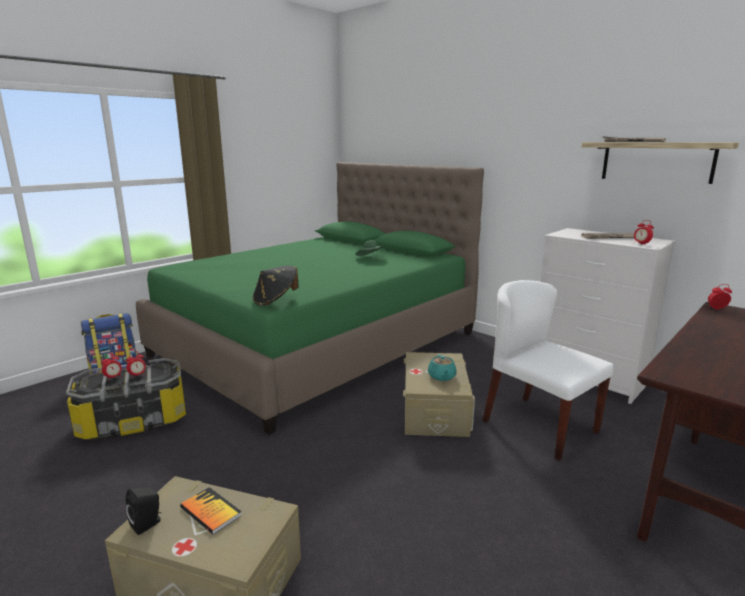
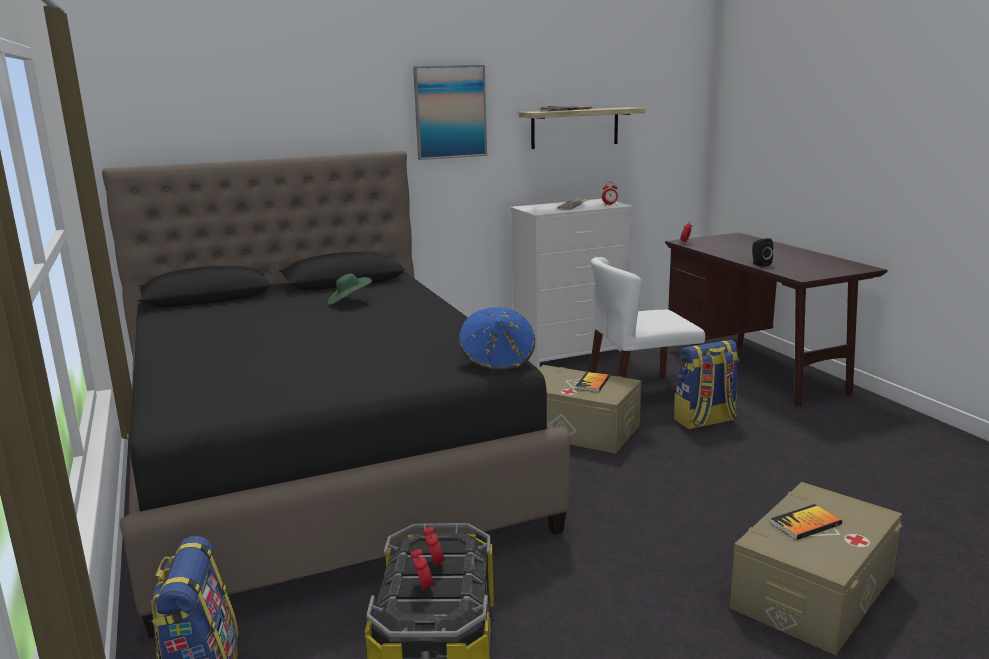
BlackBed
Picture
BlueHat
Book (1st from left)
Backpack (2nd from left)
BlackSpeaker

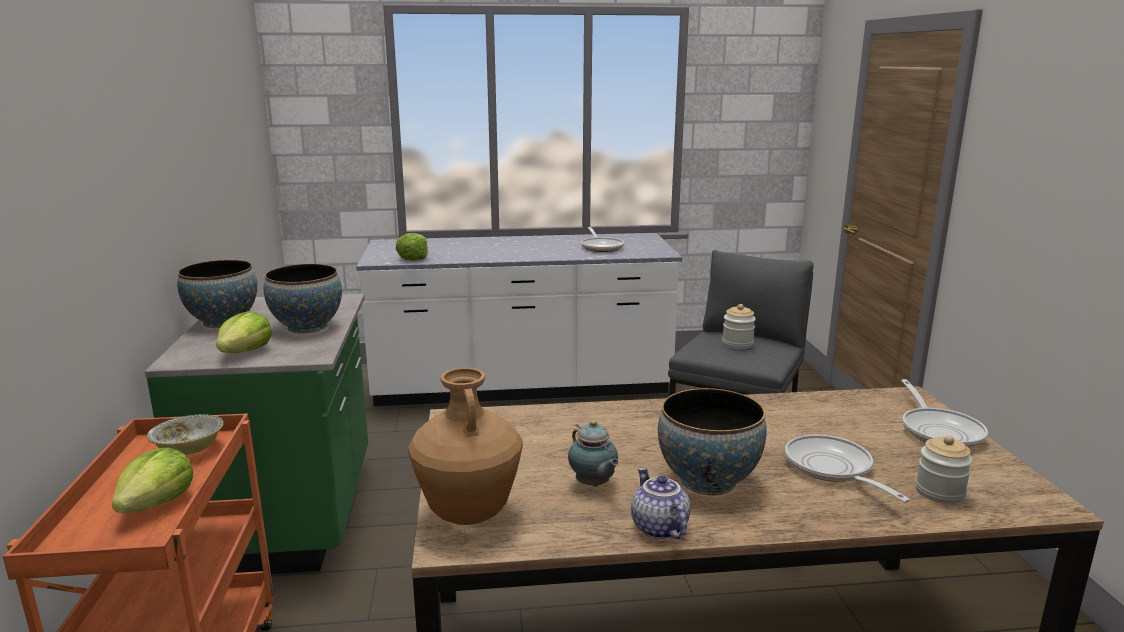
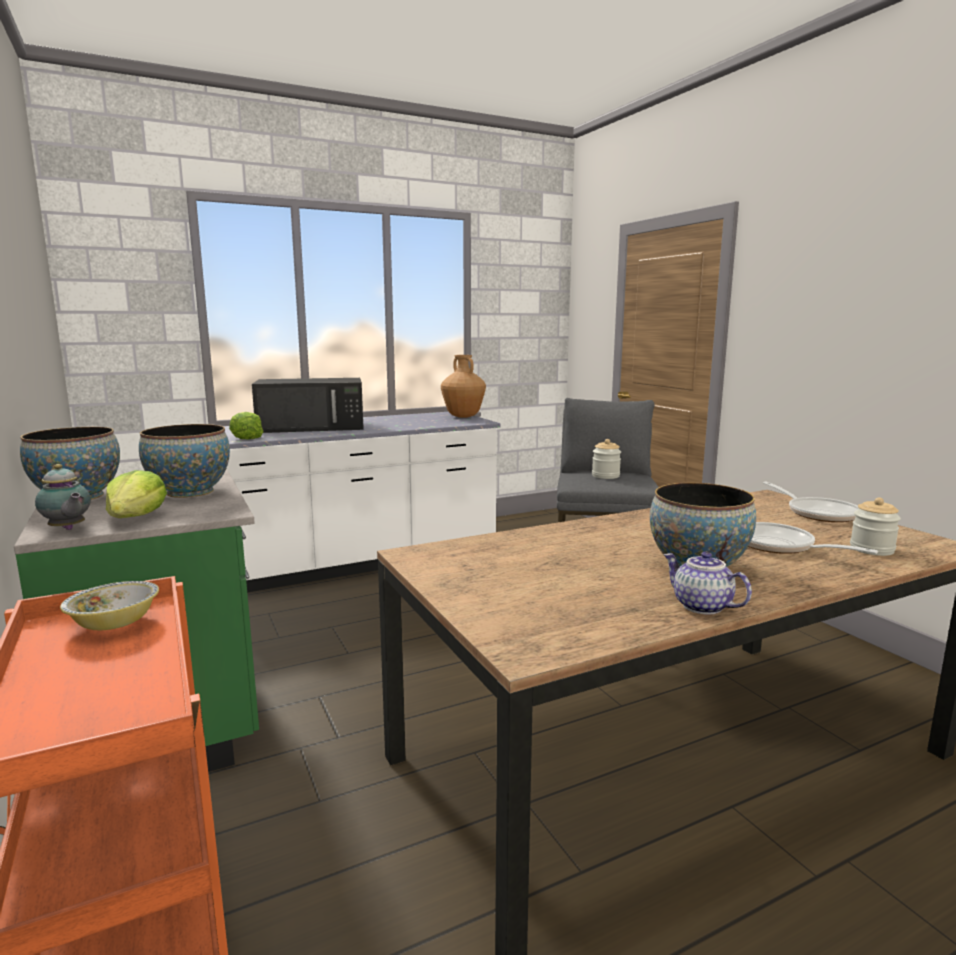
Teapot (1st from left)
BlackMicrowave
BrownVase
Lettuce (1st from left in the first image)
FryingPan (1st from left in the first image)

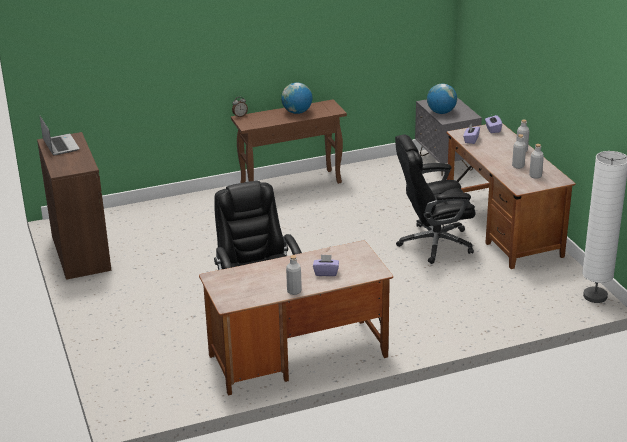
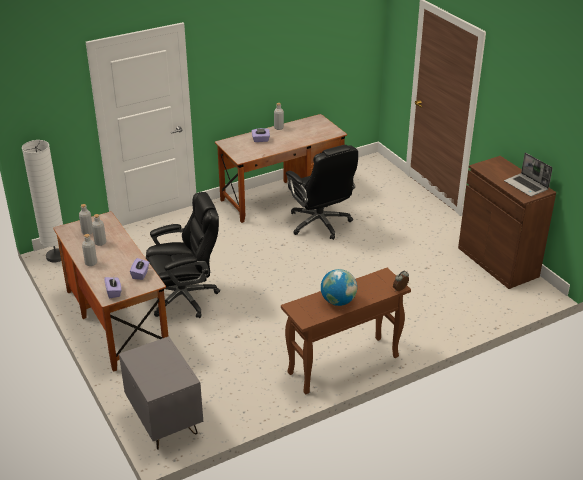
Globe (2nd from left in the first image)

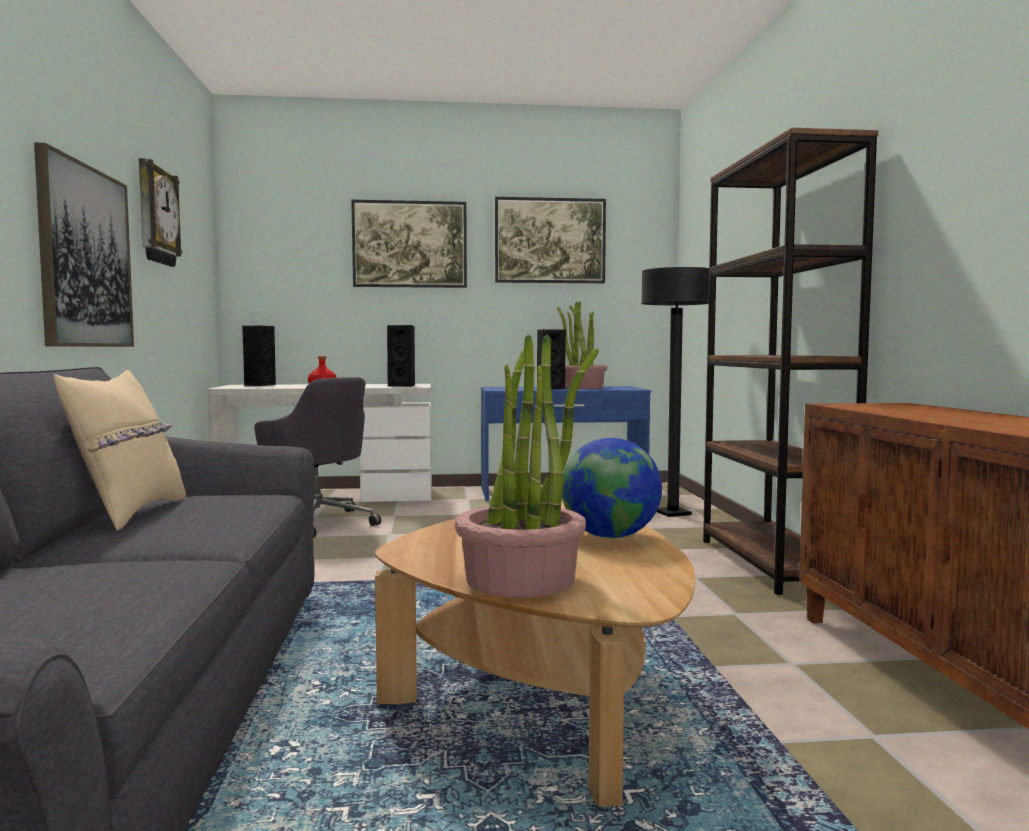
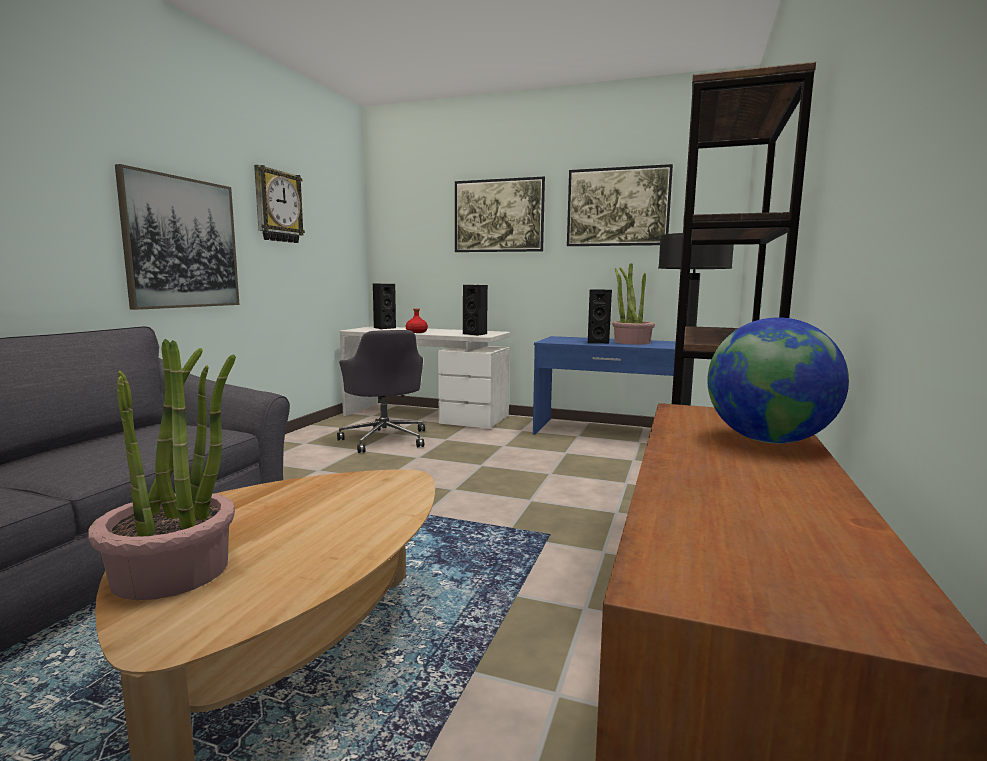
Globe
BeigePillow

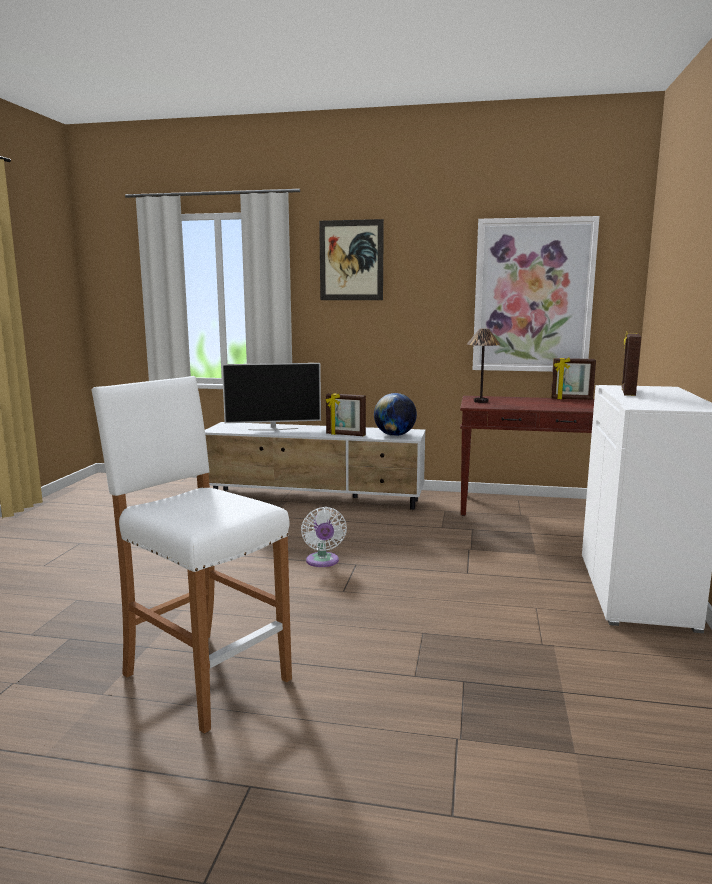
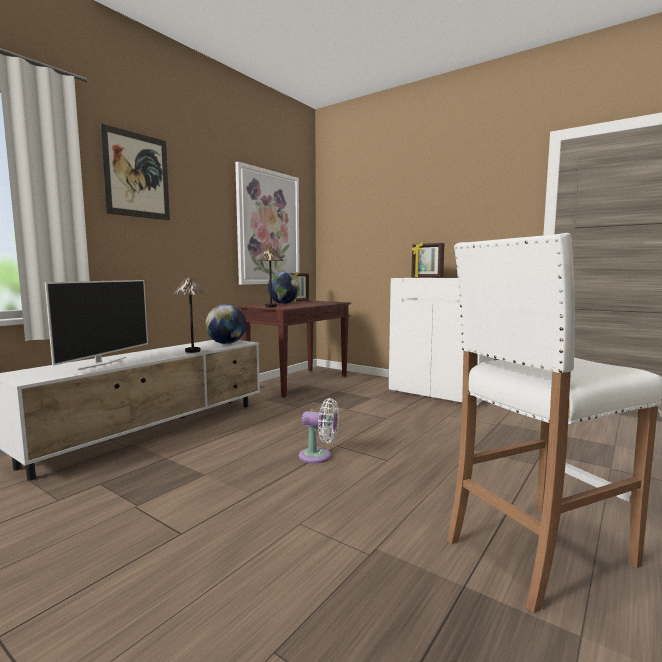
TableLamp (1st from left)
Globe (2nd from left)

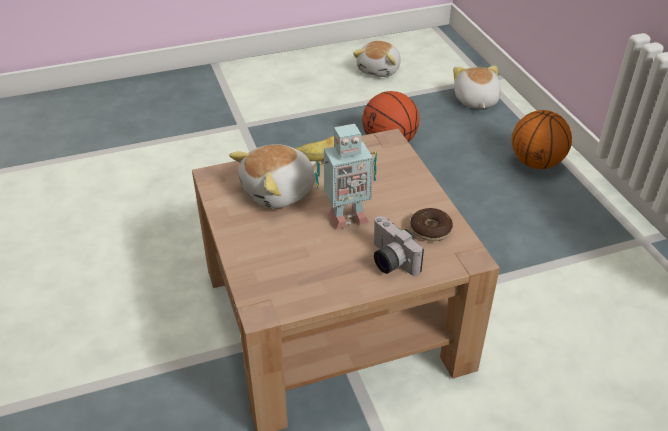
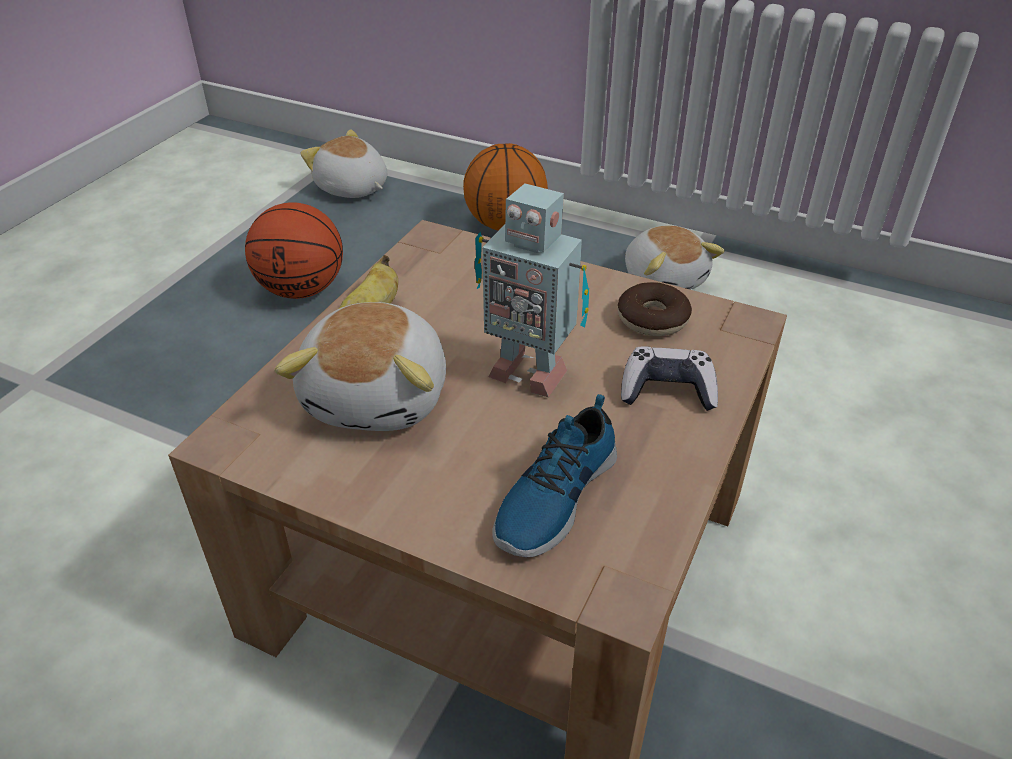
ToyRobot
Shoe
GameController
PlushToy (3rd from left)

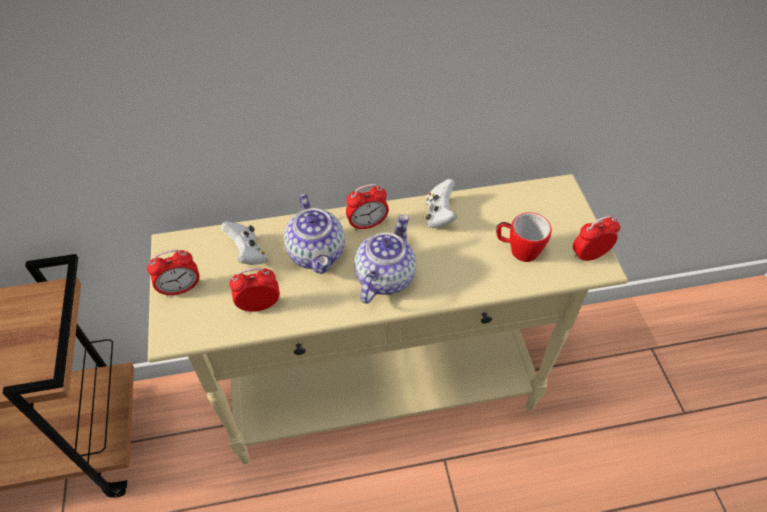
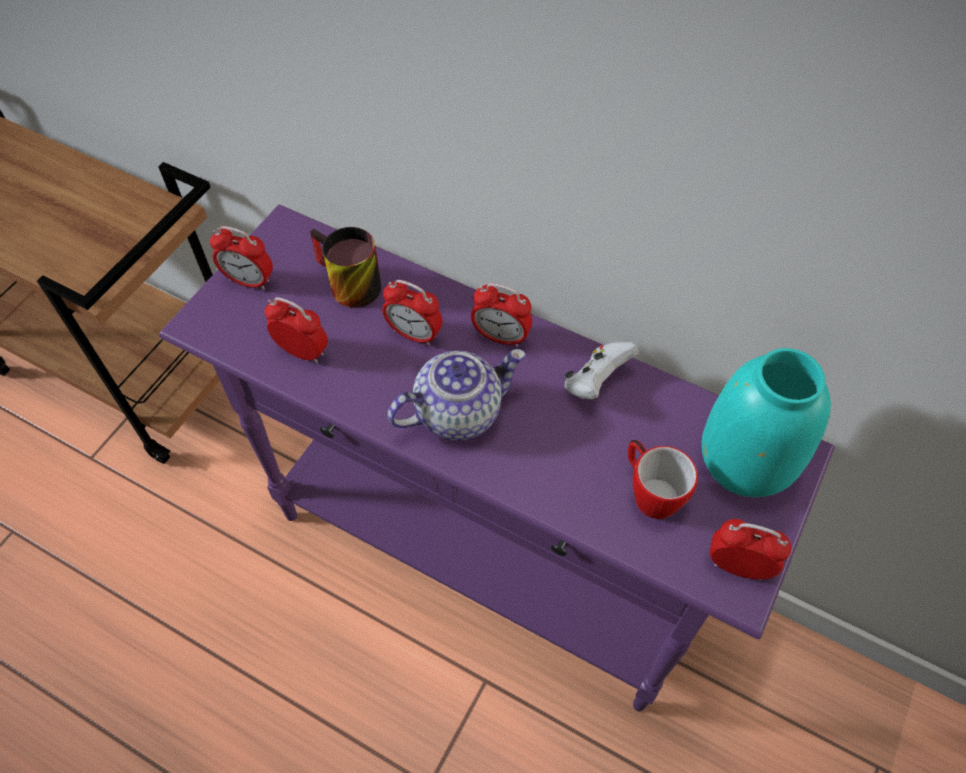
PurpleConsoleTable
Mug (1st from left)
AlarmClock (3rd from left)
TurquoiseVase

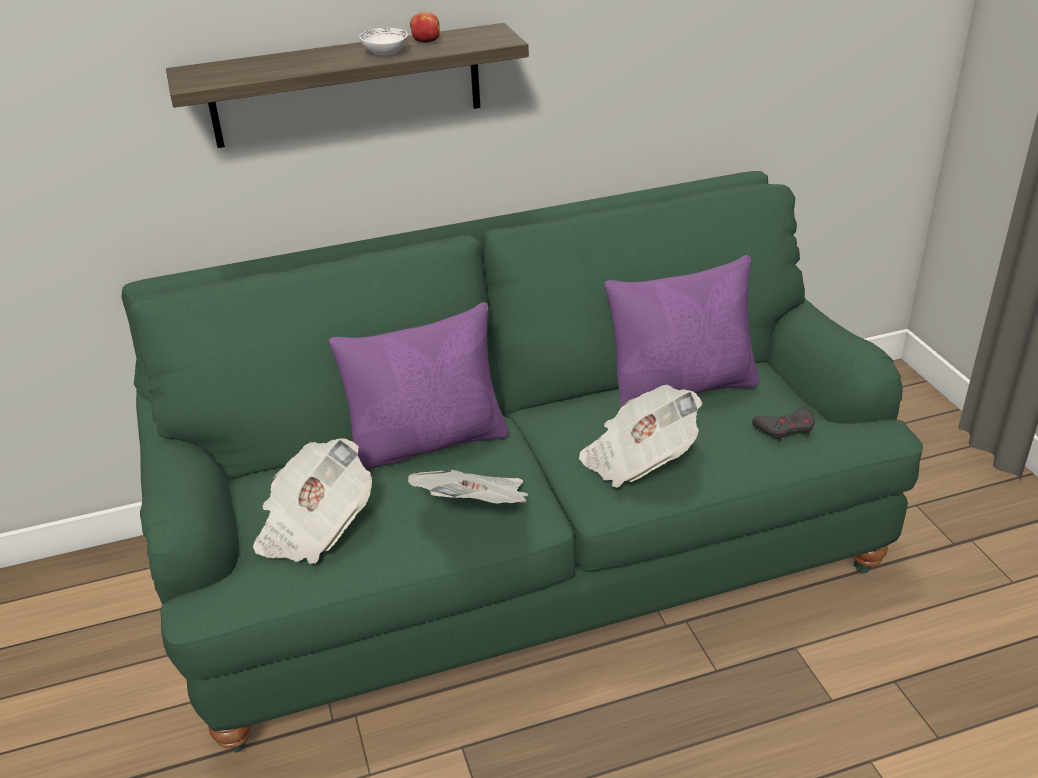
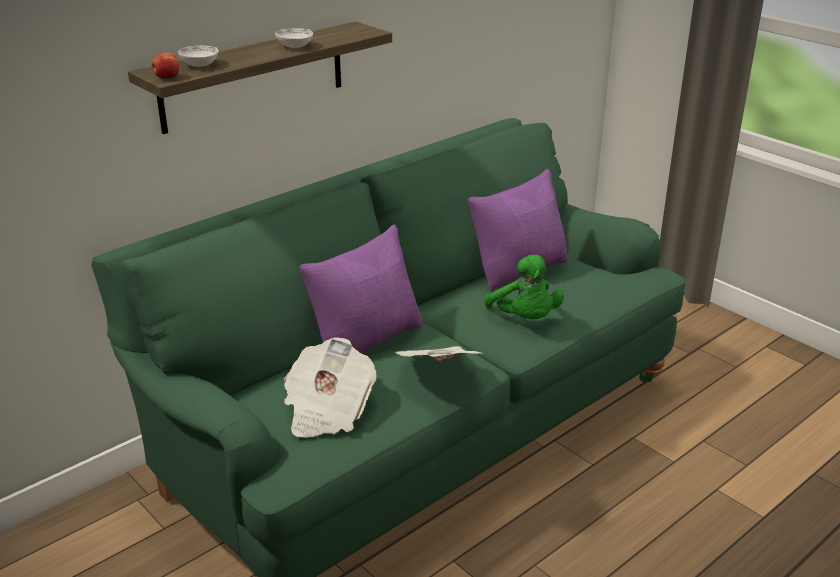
Apple
WhiteBowl (1st from left)
GreenPlushToy
GreyGameController

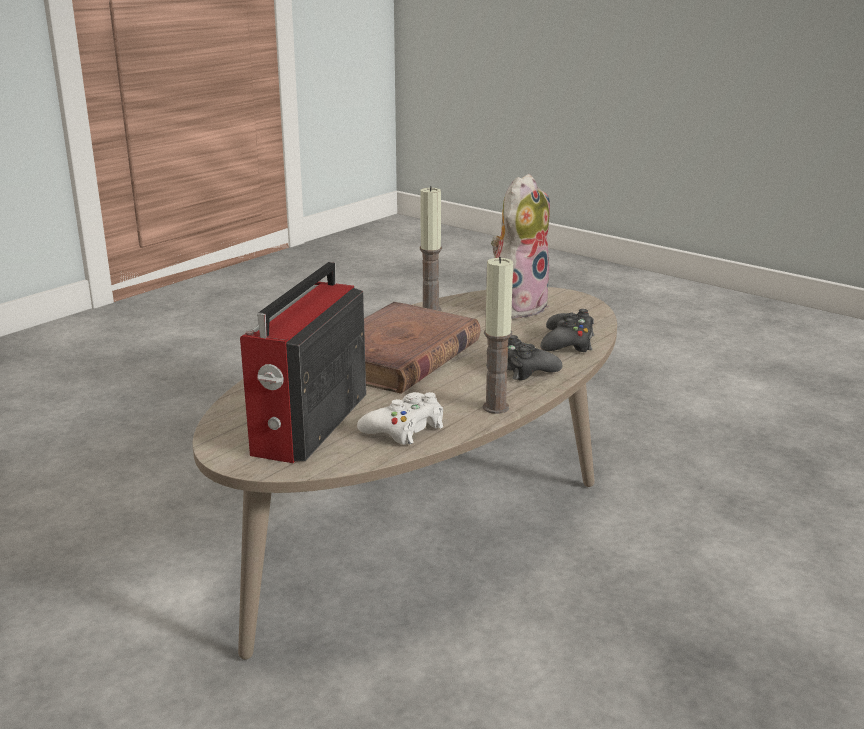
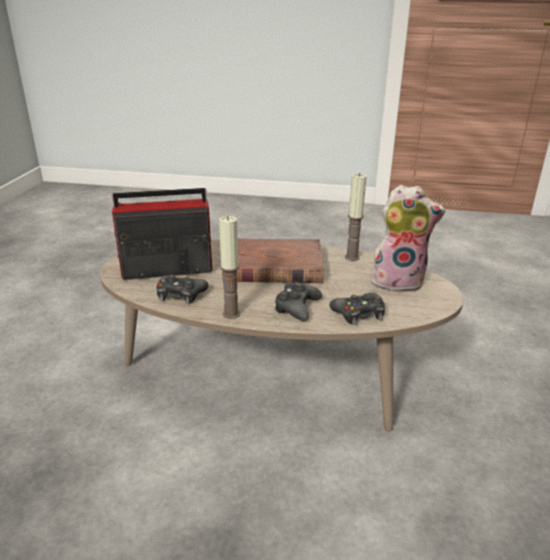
BlackGameController (1st from left)

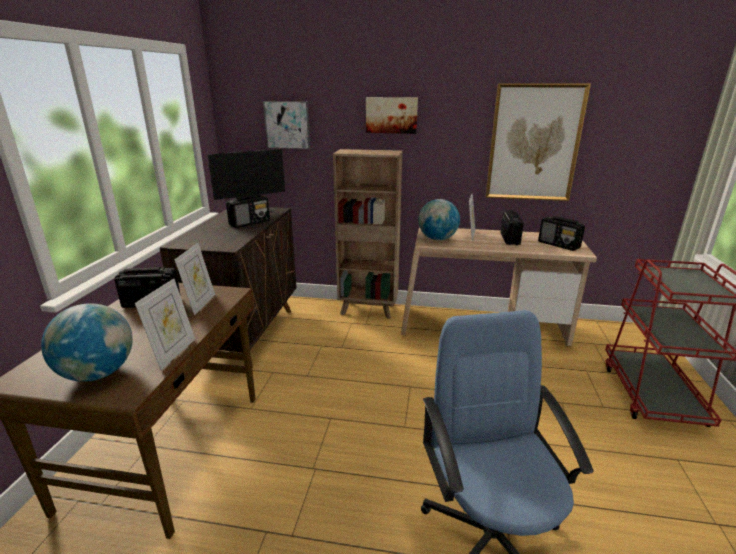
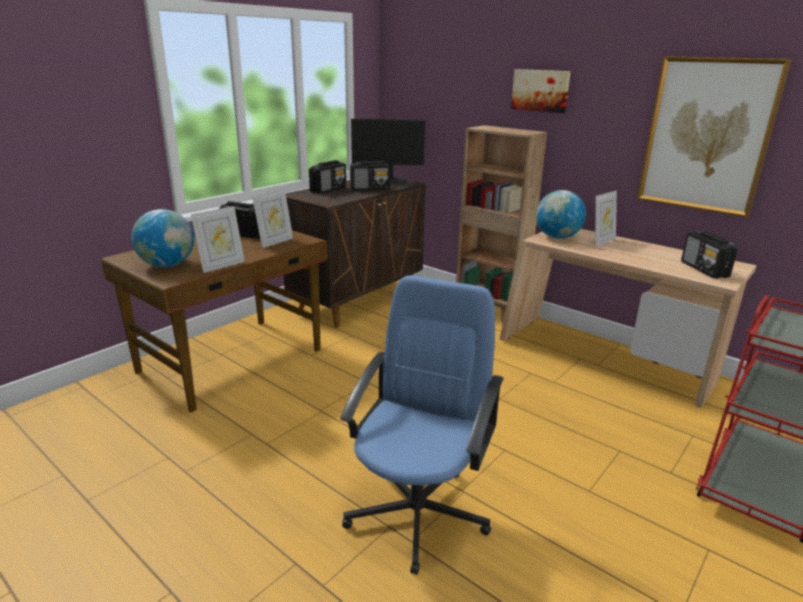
Radio (2nd from left)
Picture (1st from left in the first image)

